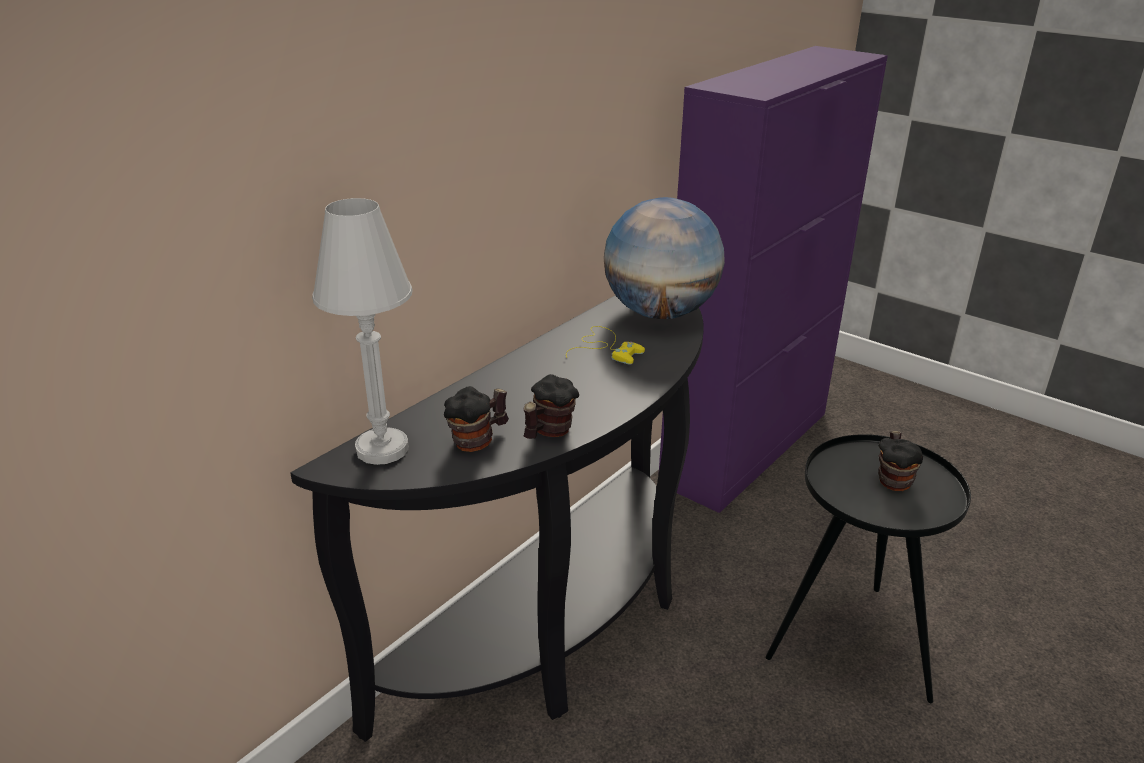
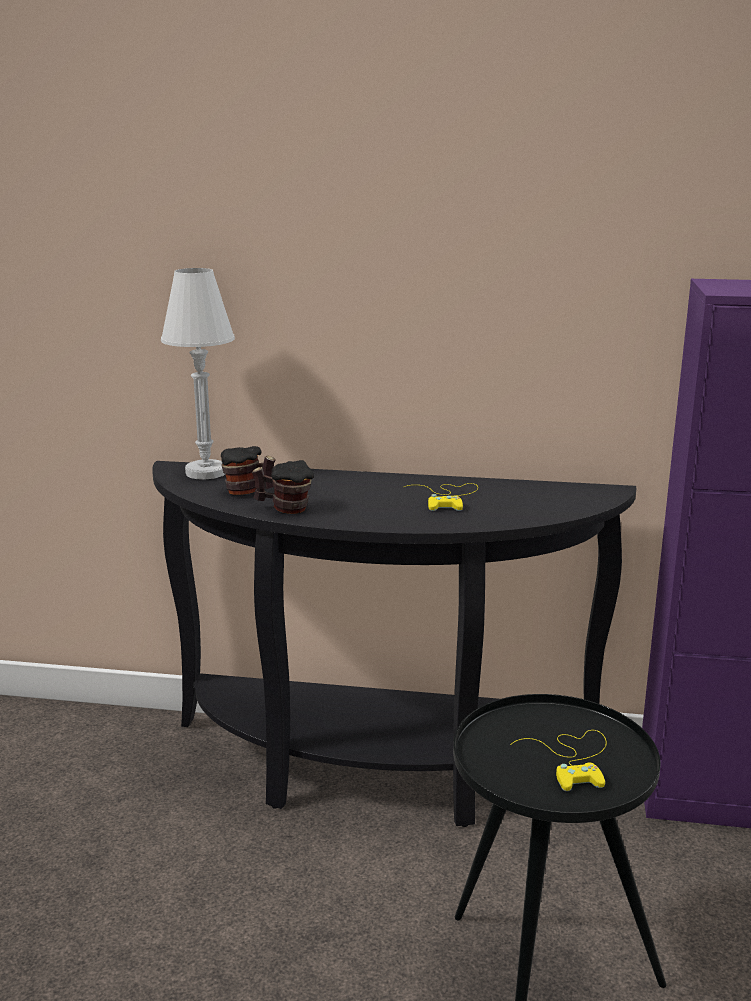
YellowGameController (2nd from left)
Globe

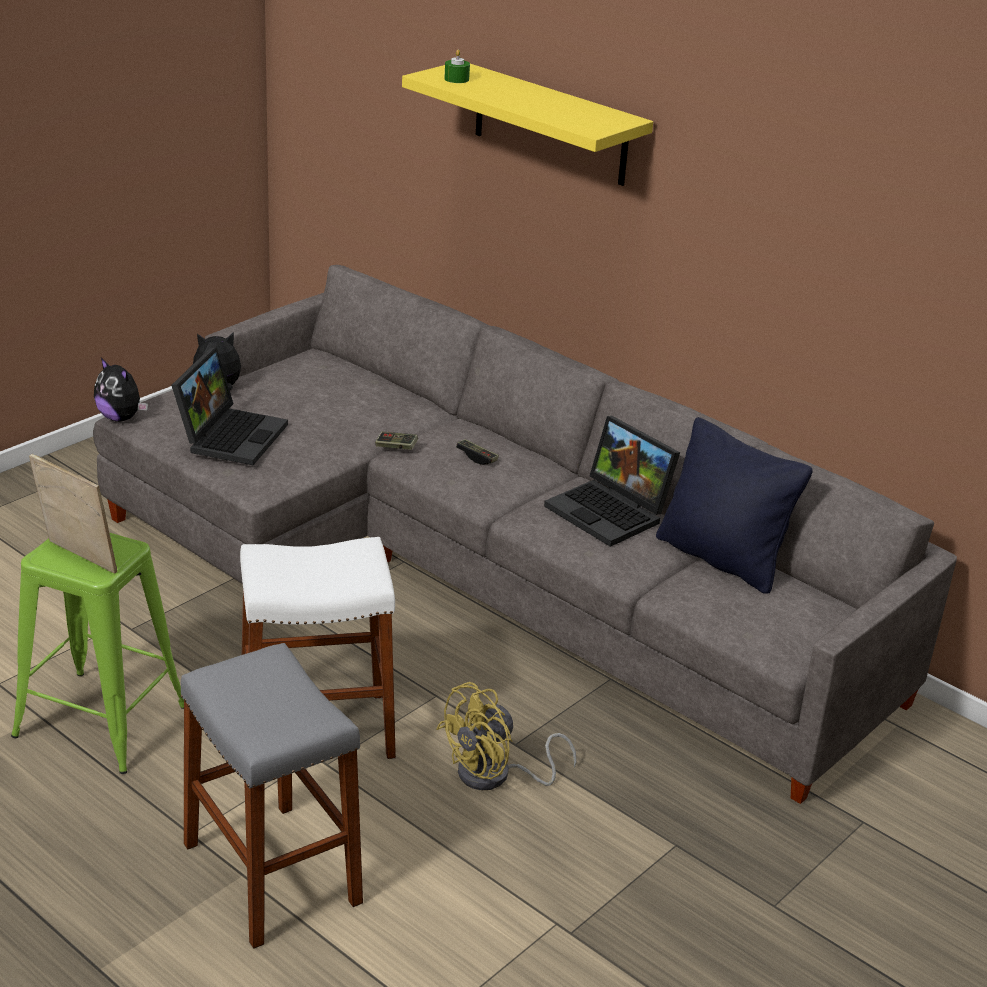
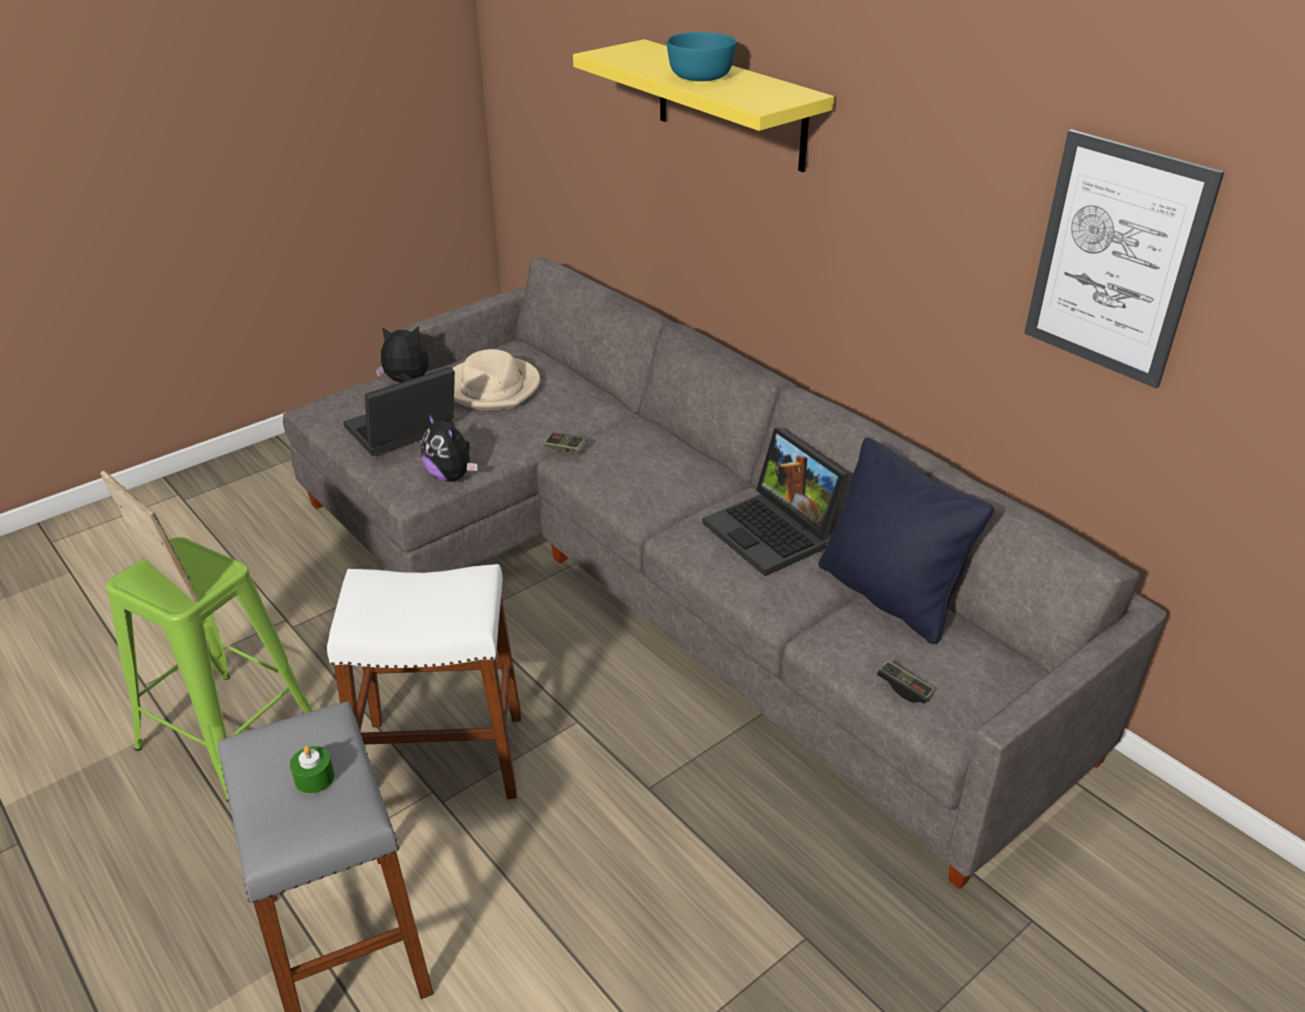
GreenCandle
Laptop (1st from left)
PlushToy (2nd from left)
BeigeHat
TurquoiseBowl
GameController (2nd from left)
Picture
YellowFan

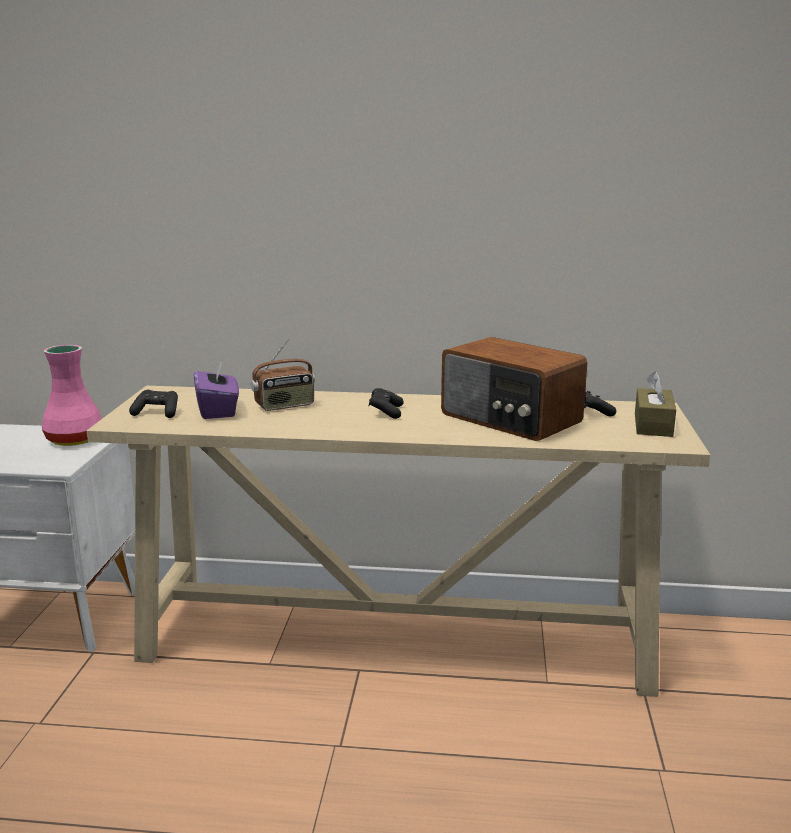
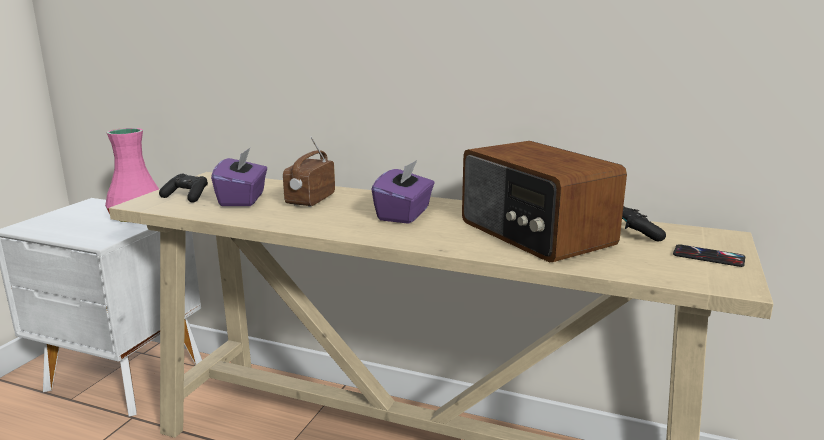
Radio (1st from left)
PurpleTissueBox (2nd from left)
Phone

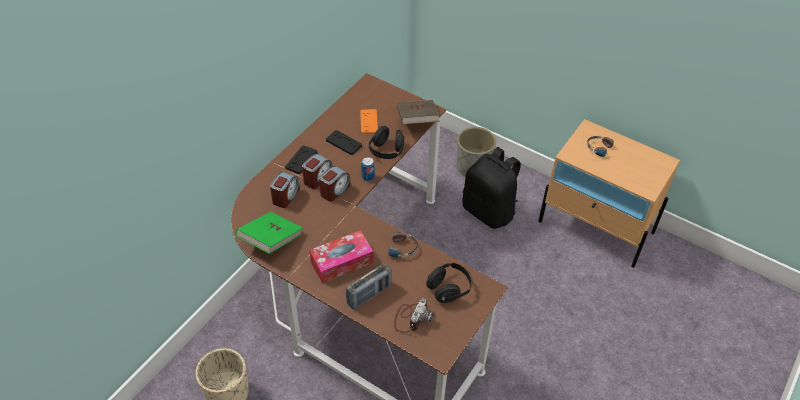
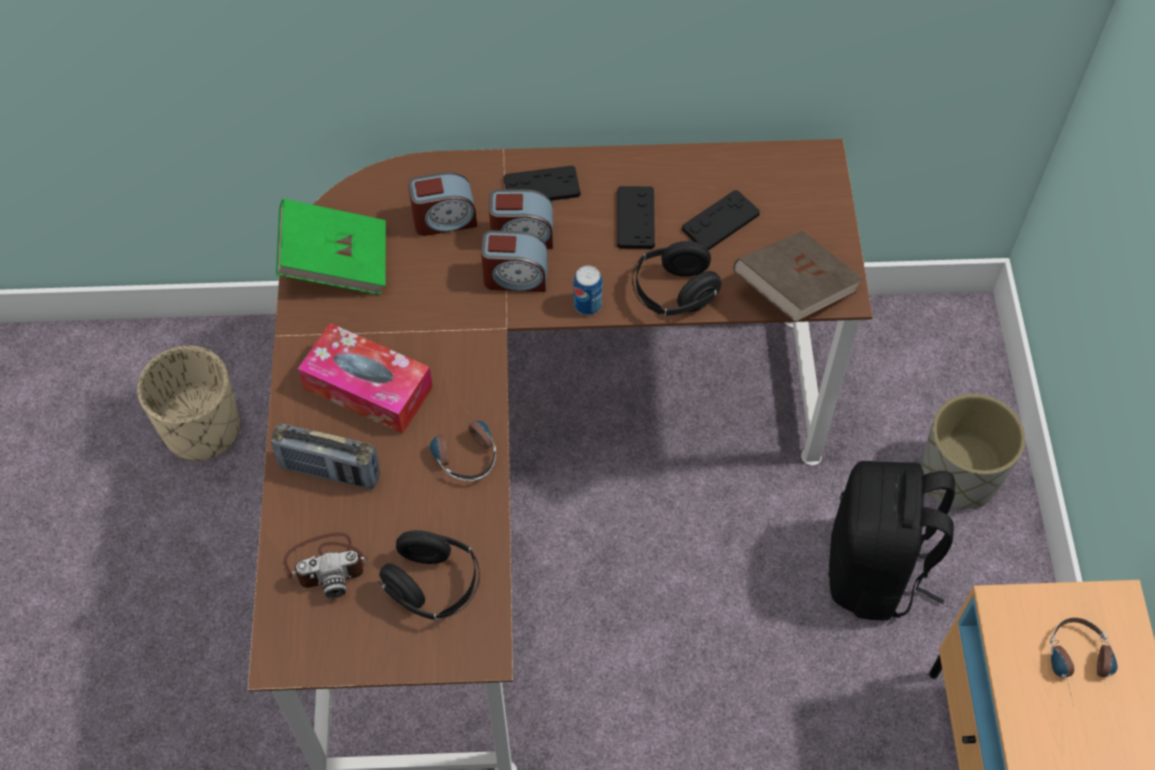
BlackGameController (3rd from left)

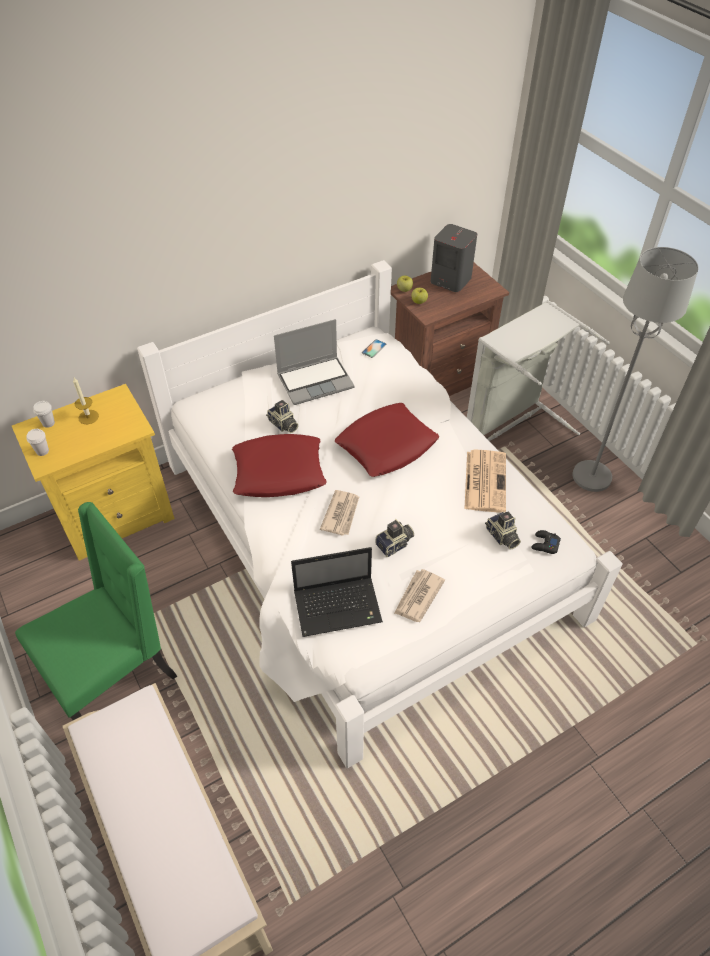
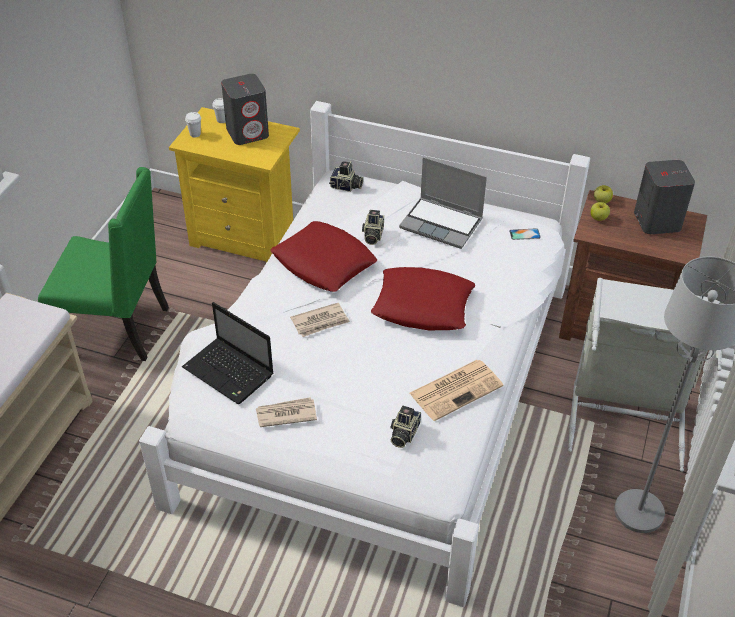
GreySpeaker (1st from left)
PhotoCamera (1st from left)
BlackGameController

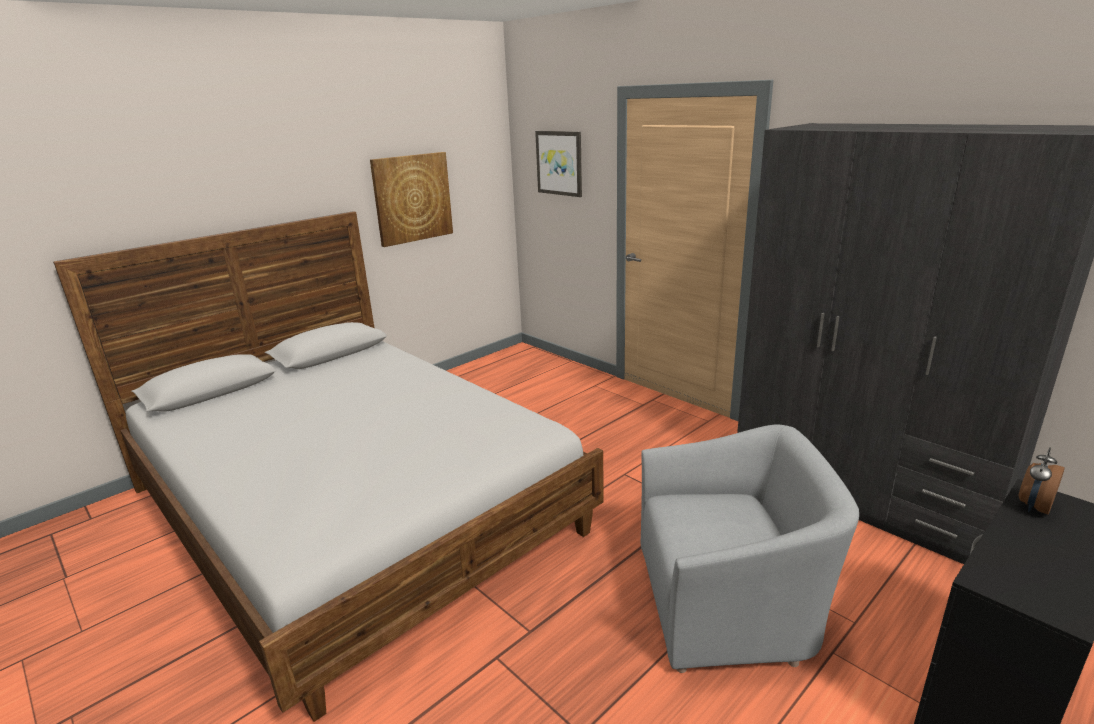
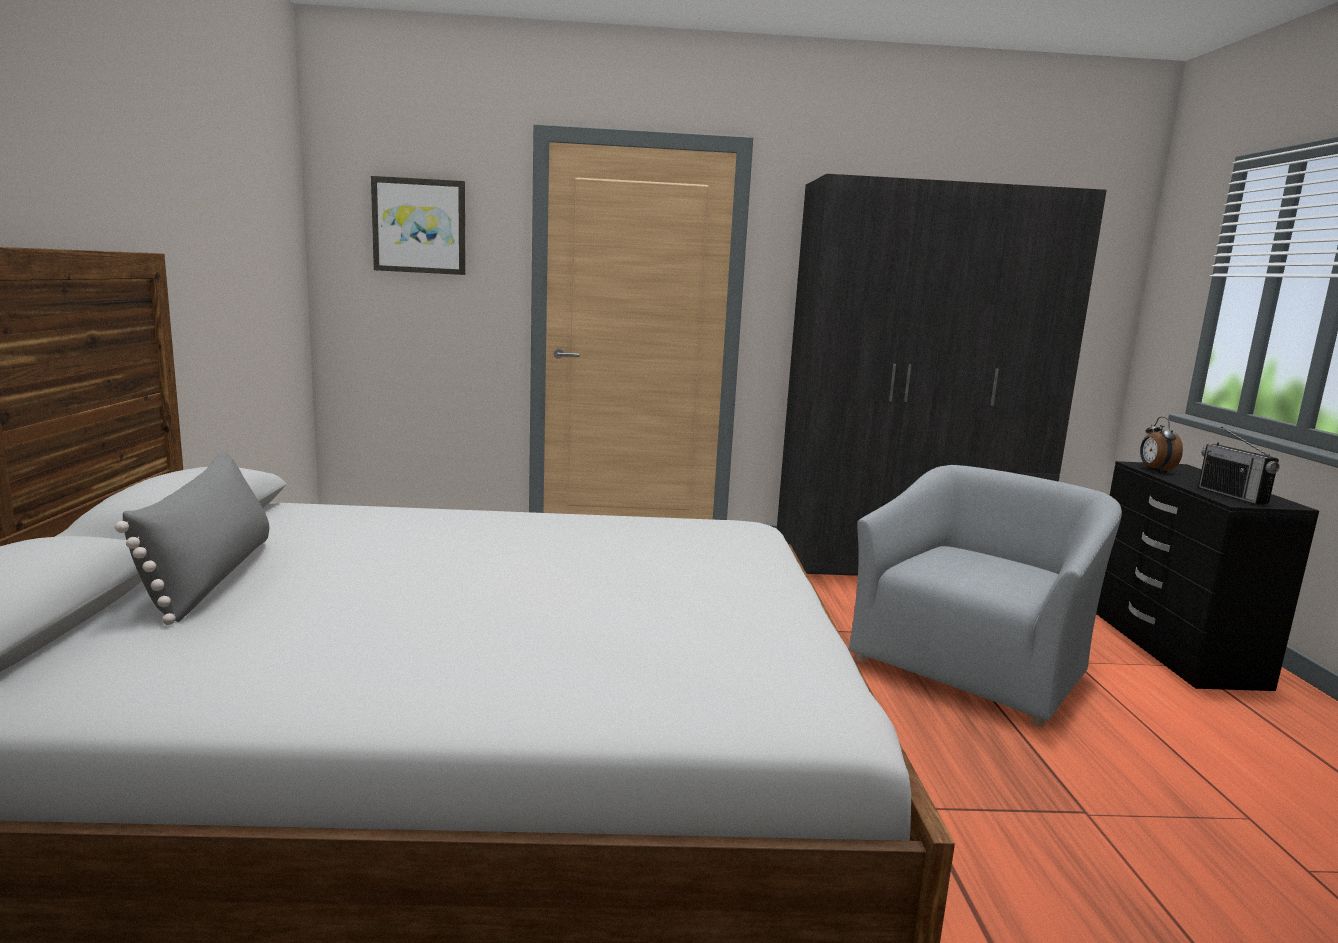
GreyPillow
Radio
Picture (1st from left in the first image)

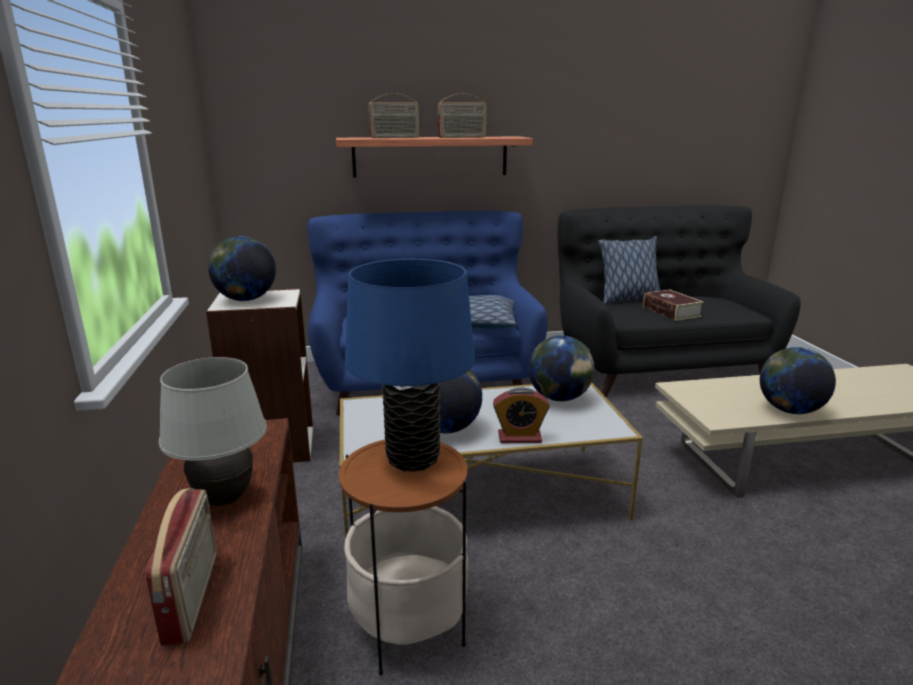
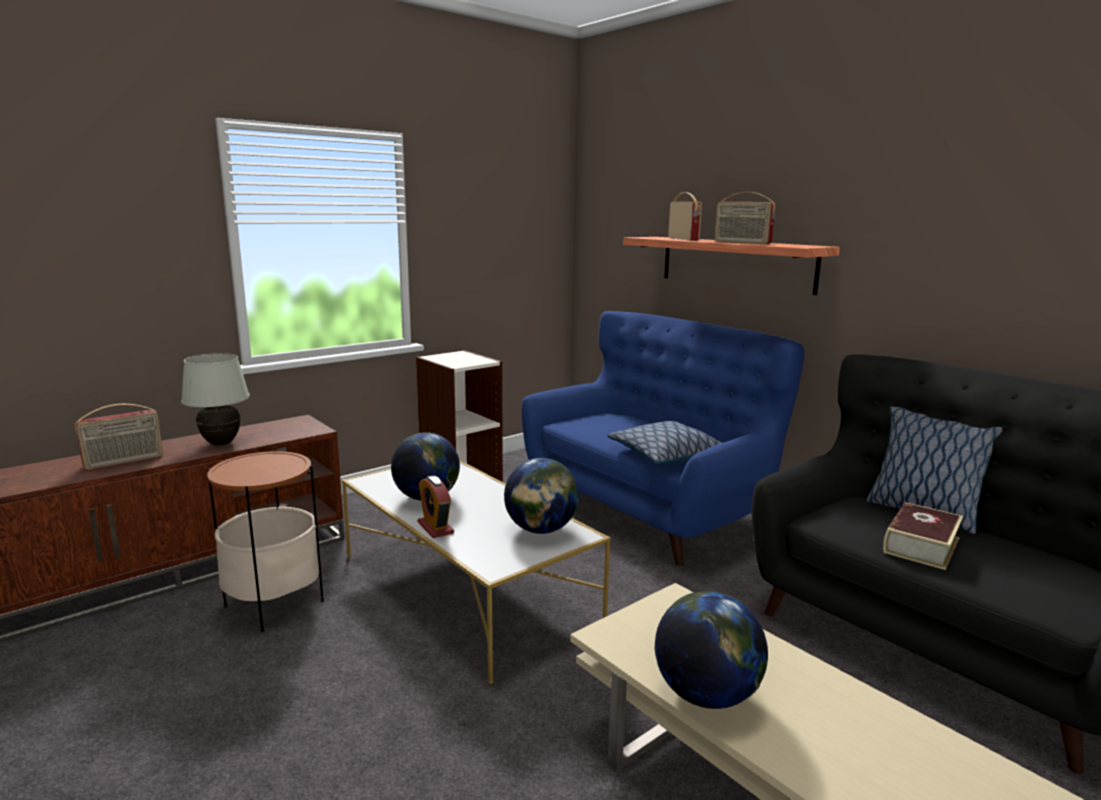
Radio (2nd from left)
Globe (1st from left in the first image)
BlueTableLamp

